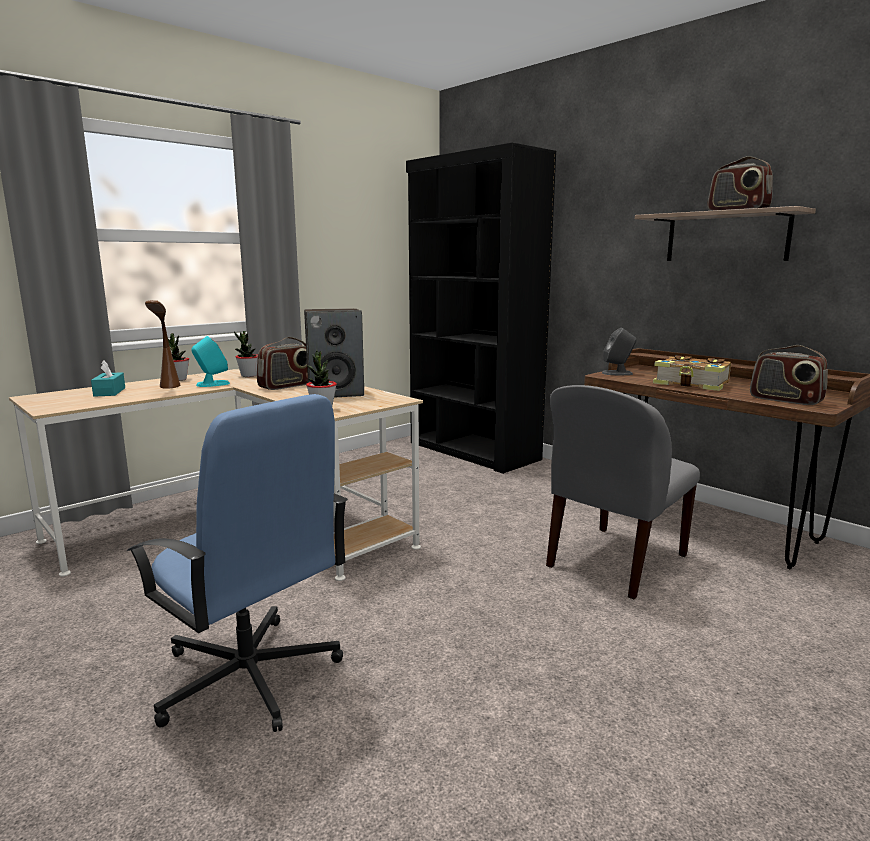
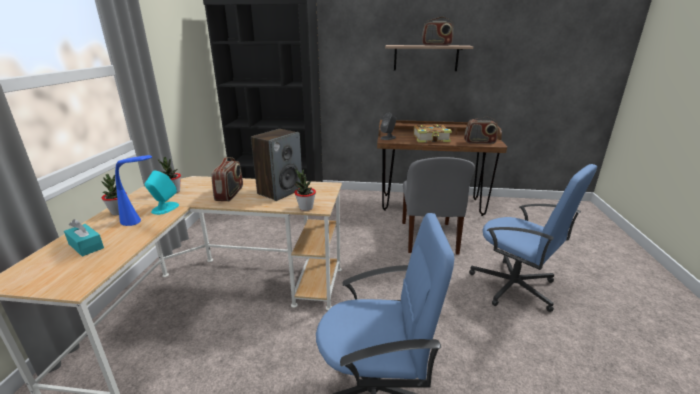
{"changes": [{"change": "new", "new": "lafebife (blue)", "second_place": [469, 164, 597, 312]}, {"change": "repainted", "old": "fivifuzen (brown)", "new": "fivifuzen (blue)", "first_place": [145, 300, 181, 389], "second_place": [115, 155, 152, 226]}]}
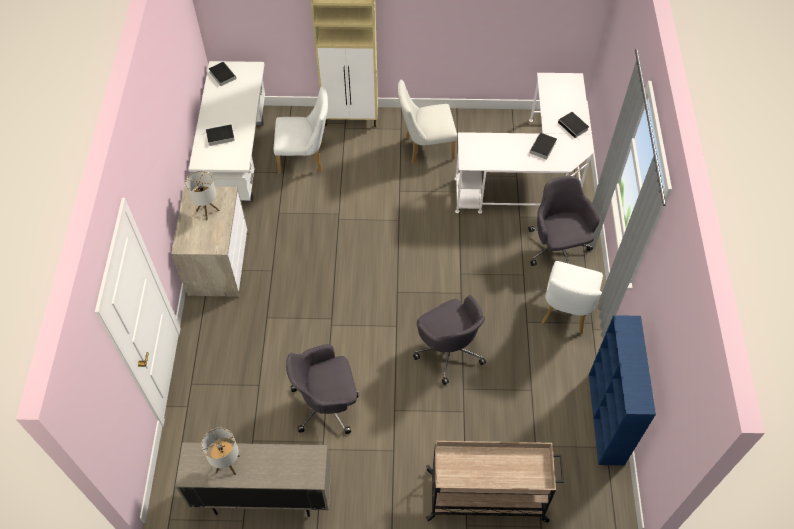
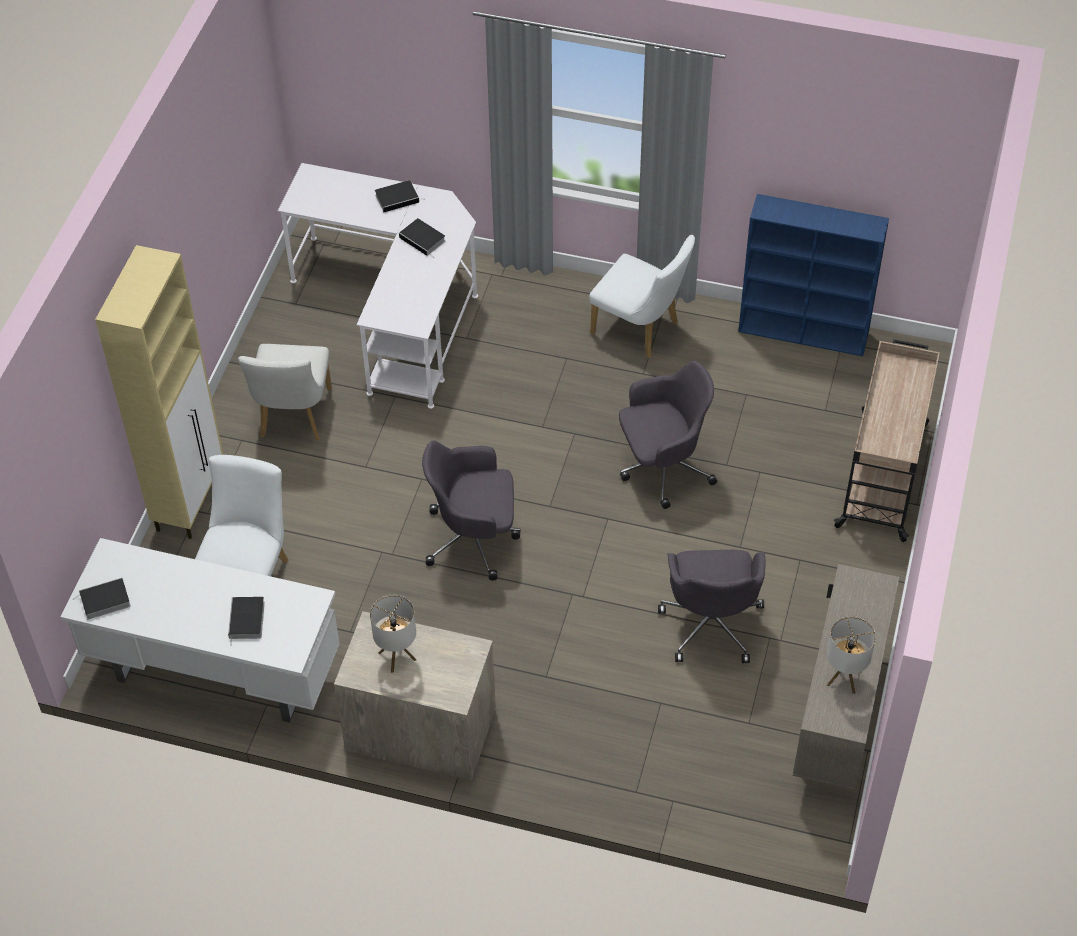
{"changes": [{"change": "shifted", "old": "lafebife (grey)", "first_place": [528, 176, 600, 266], "second_place": [422, 440, 521, 581]}]}
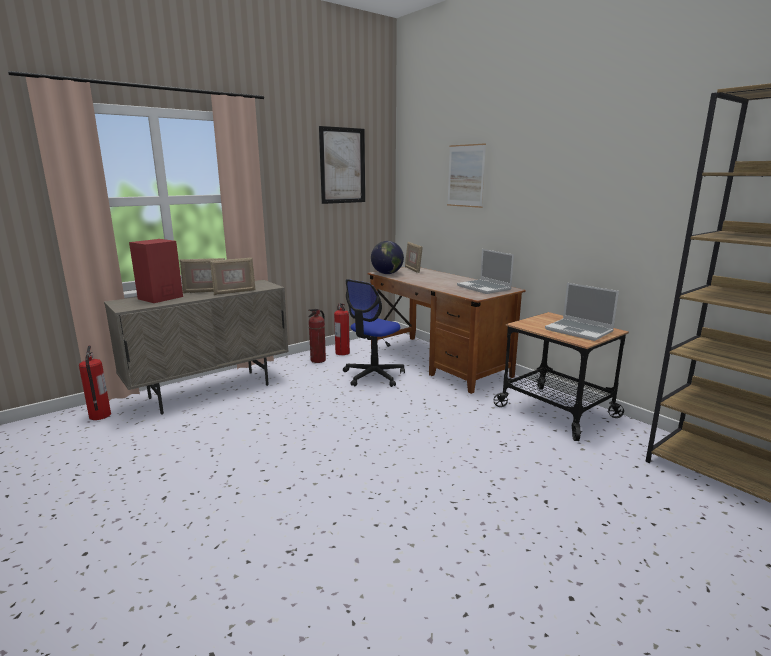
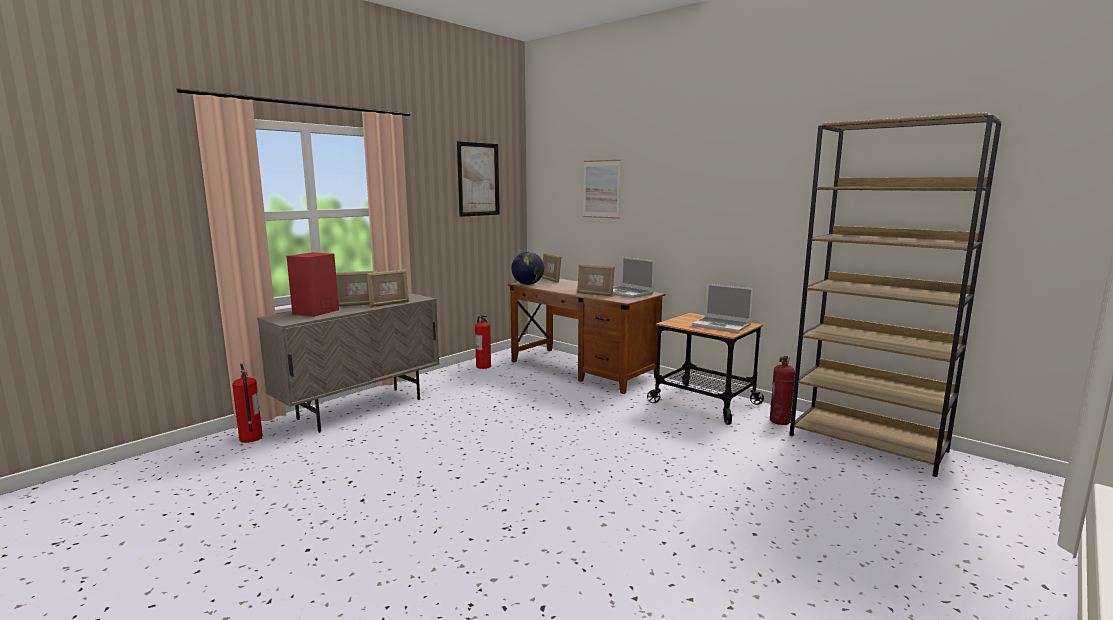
{"changes": [{"change": "gone", "old": "lafebife", "first_place": [343, 279, 405, 387]}, {"change": "new", "new": "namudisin", "second_place": [577, 264, 615, 296]}, {"change": "shifted", "old": "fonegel", "first_place": [308, 309, 326, 363], "second_place": [770, 356, 795, 425]}]}
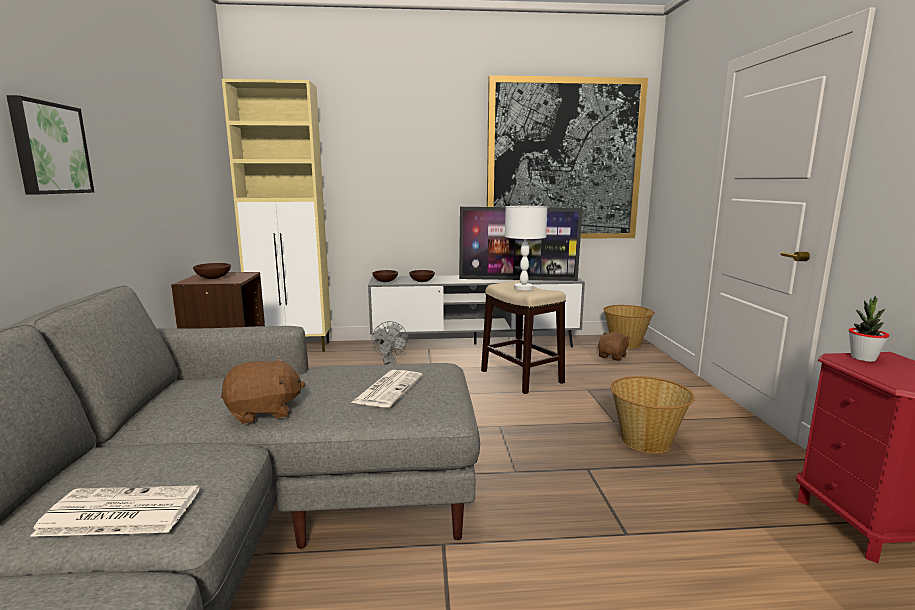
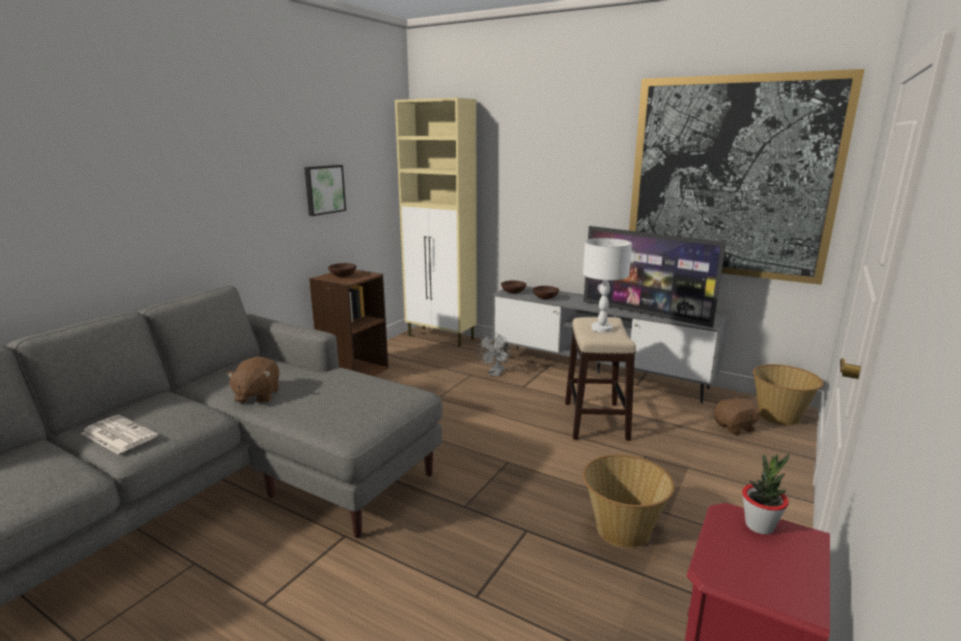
{"changes": [{"change": "gone", "old": "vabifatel", "first_place": [351, 370, 423, 407]}, {"change": "shifted", "old": "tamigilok", "first_place": [6, 95, 94, 195], "second_place": [304, 165, 346, 216]}, {"change": "rotated", "old": "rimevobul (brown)", "first_place": [221, 358, 305, 424], "second_place": [226, 357, 279, 403], "degrees": 75}]}
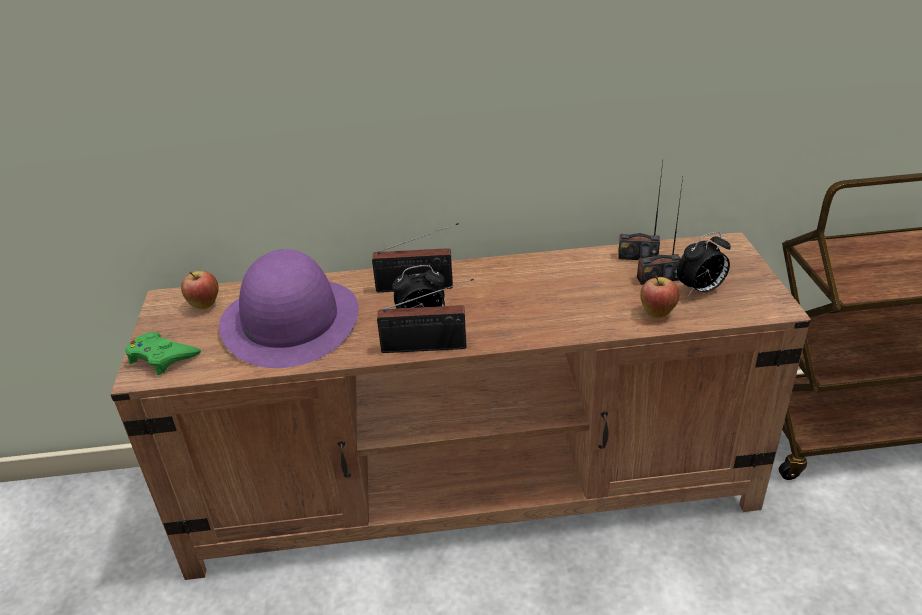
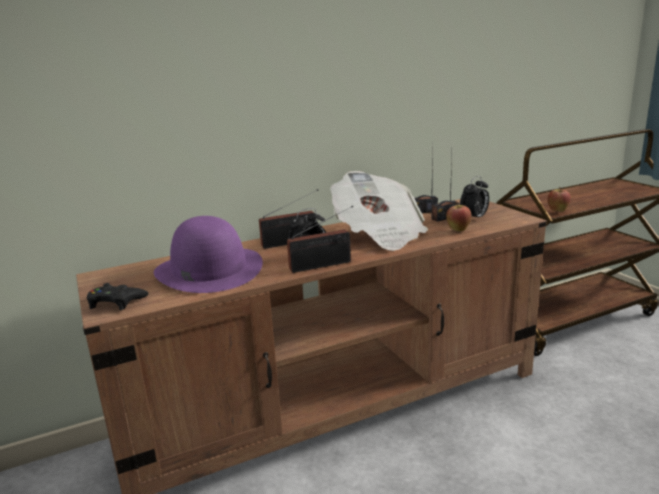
{"changes": [{"change": "new", "new": "vabifatel", "second_place": [330, 171, 428, 251]}, {"change": "shifted", "old": "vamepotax", "first_place": [181, 271, 218, 309], "second_place": [547, 187, 571, 212]}, {"change": "repainted", "old": "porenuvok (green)", "new": "porenuvok (black)", "first_place": [125, 332, 201, 375], "second_place": [87, 283, 149, 310]}]}
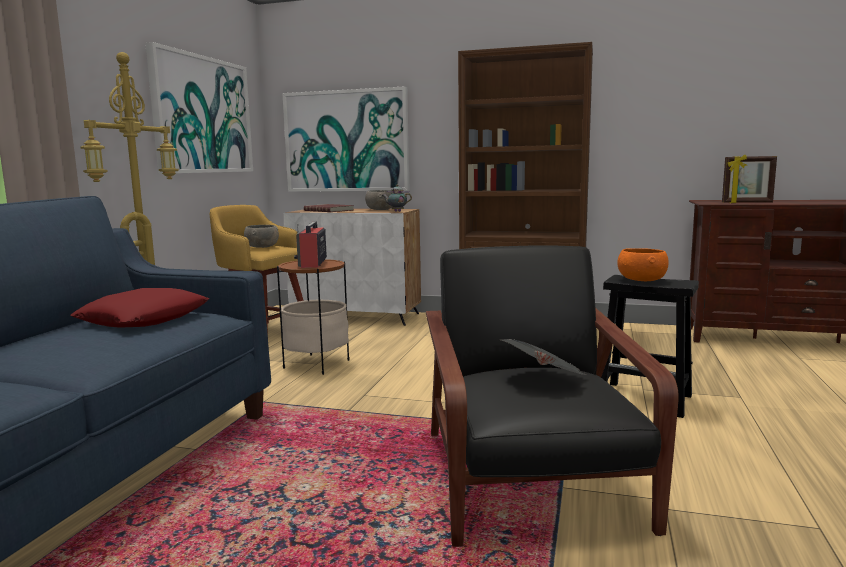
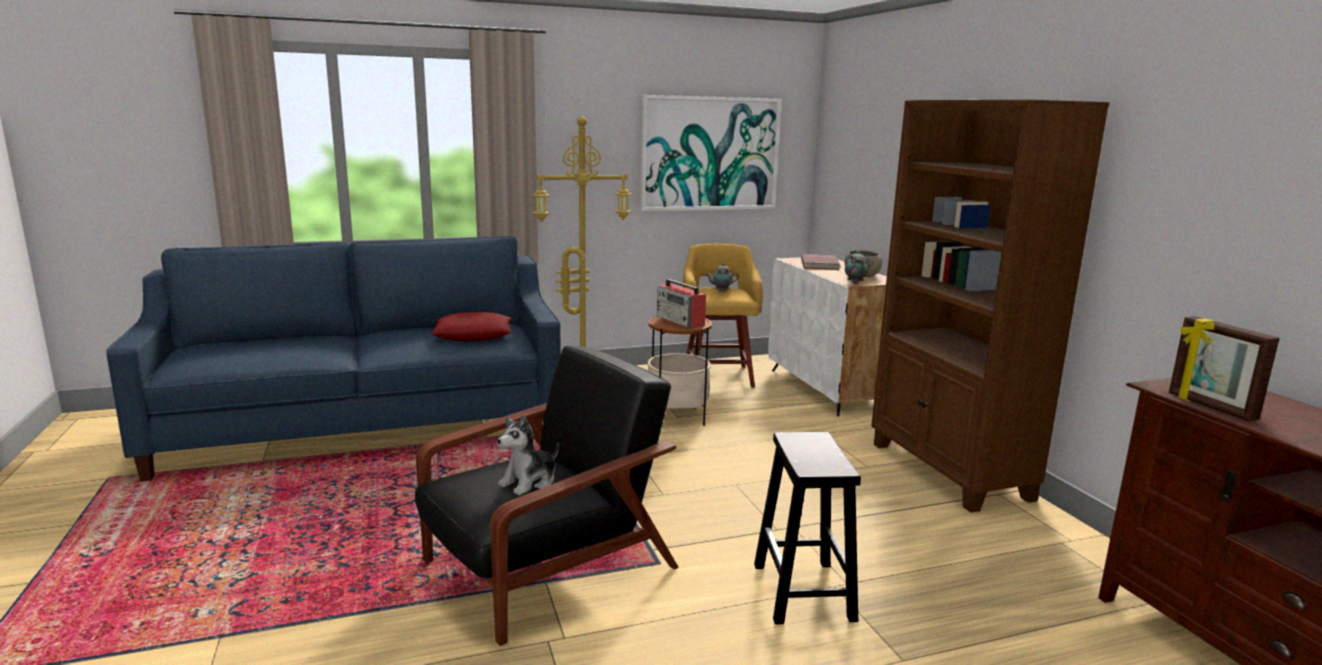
{"changes": [{"change": "gone", "old": "tamigilok", "first_place": [282, 86, 410, 192]}, {"change": "gone", "old": "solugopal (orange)", "first_place": [617, 248, 669, 281]}, {"change": "swapped", "old": "solugopal (grey)", "new": "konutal", "first_place": [244, 225, 279, 248], "second_place": [705, 263, 739, 292]}, {"change": "swapped", "old": "vabifatel", "new": "rimevobul", "first_place": [501, 339, 589, 375], "second_place": [497, 415, 559, 496]}, {"change": "rotated", "old": "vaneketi", "first_place": [294, 221, 327, 268], "second_place": [657, 279, 706, 329], "degrees": -90}]}
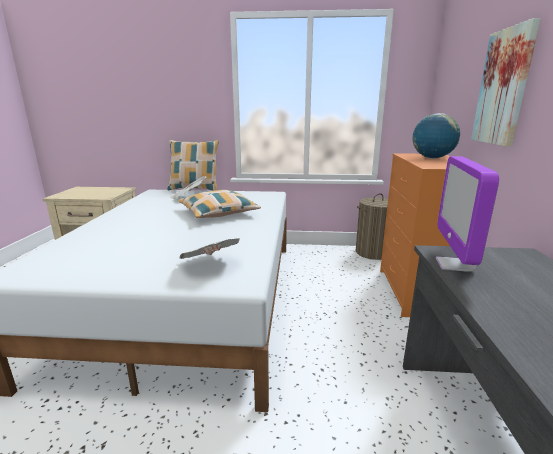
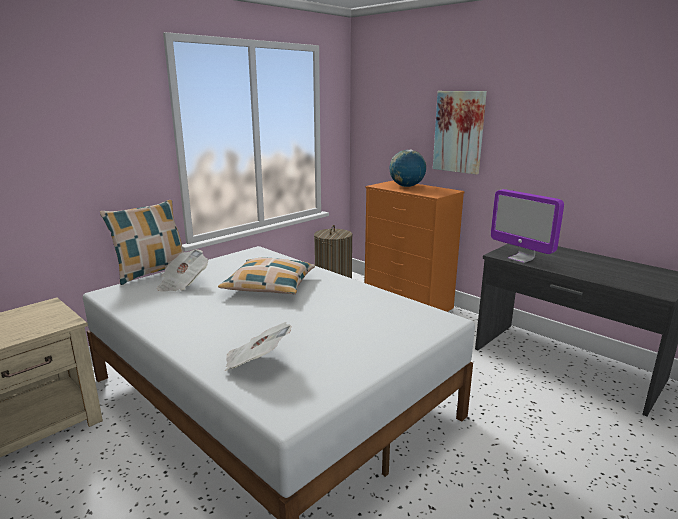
{"changes": [{"change": "shifted", "old": "vabifatel", "first_place": [179, 239, 240, 259], "second_place": [225, 322, 292, 371]}]}
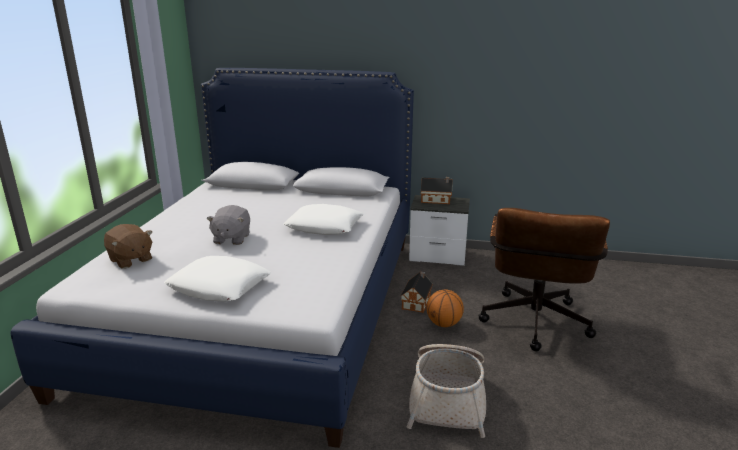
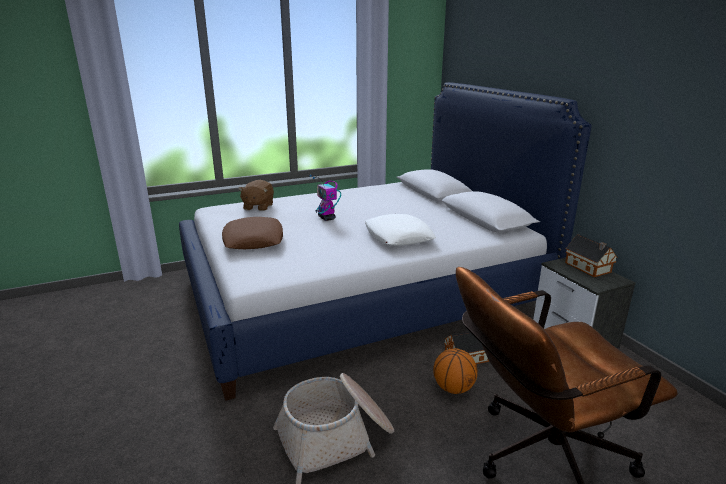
{"changes": [{"change": "swapped", "old": "rimevobul (grey)", "new": "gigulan", "first_place": [206, 205, 250, 245], "second_place": [309, 175, 341, 221]}, {"change": "repainted", "old": "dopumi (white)", "new": "dopumi (brown)", "first_place": [164, 256, 271, 301], "second_place": [222, 217, 283, 249]}]}
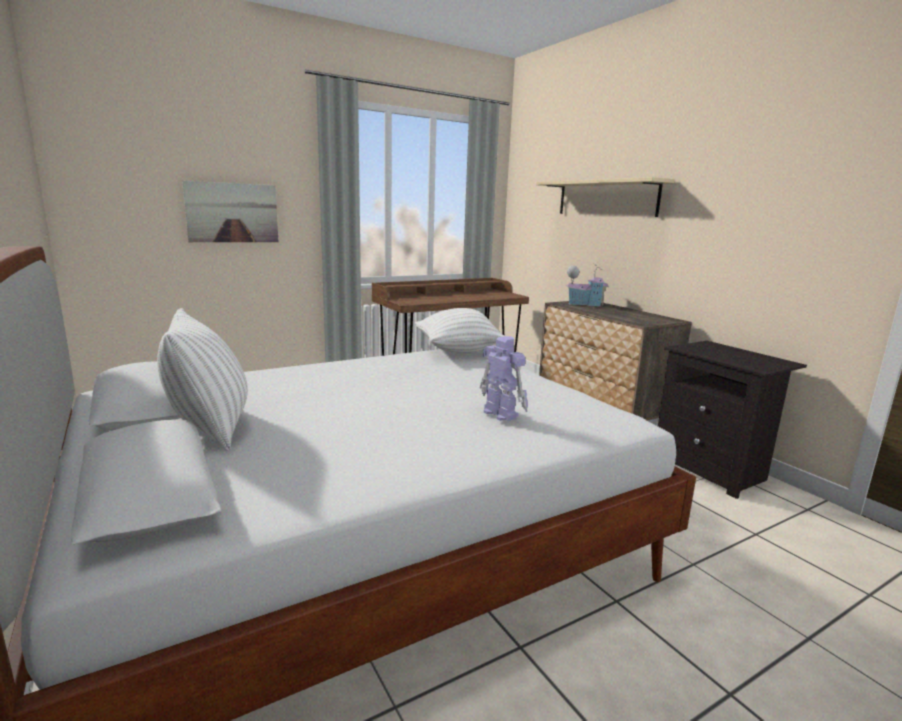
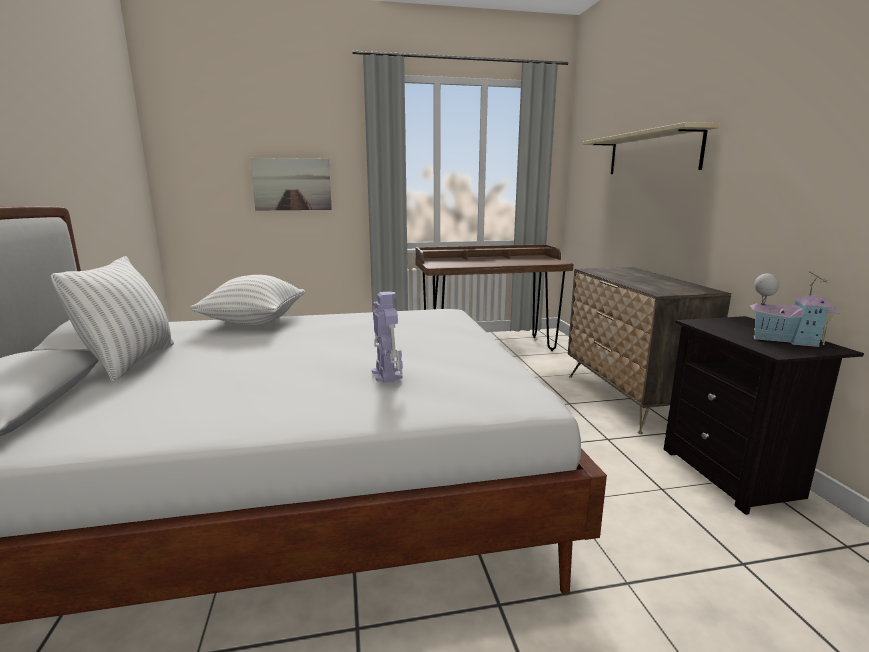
{"changes": [{"change": "shifted", "old": "dopumi (white)", "first_place": [415, 308, 504, 354], "second_place": [190, 275, 305, 325]}, {"change": "shifted", "old": "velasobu", "first_place": [566, 264, 609, 306], "second_place": [750, 271, 840, 347]}]}
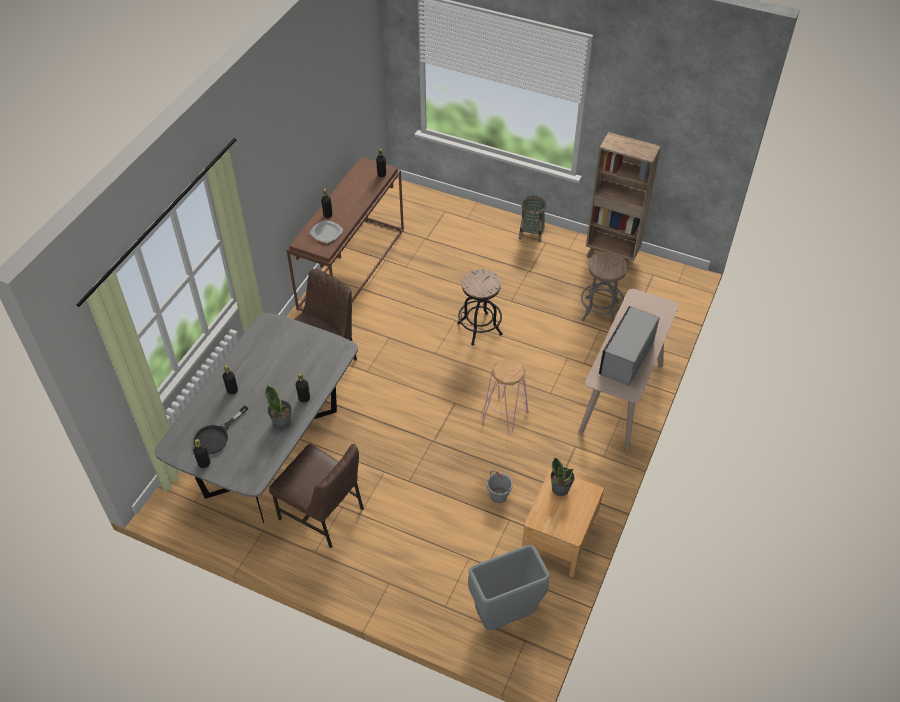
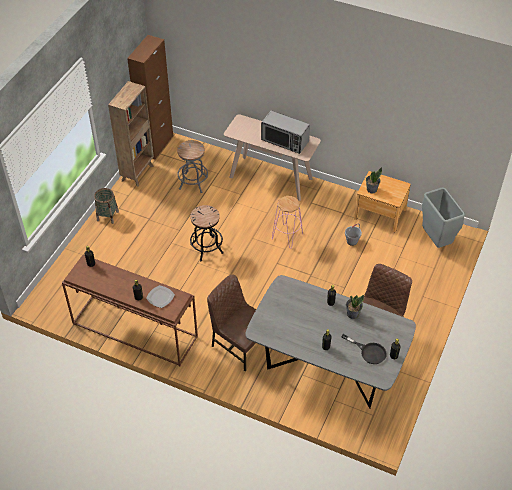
{"changes": [{"change": "new", "new": "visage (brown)", "second_place": [127, 35, 173, 160]}]}
